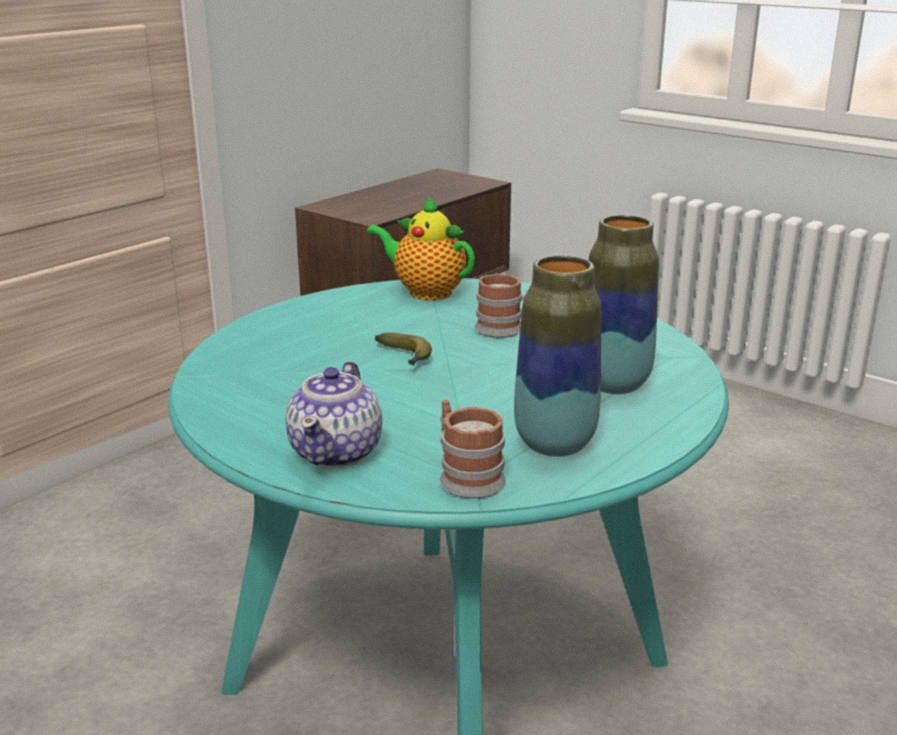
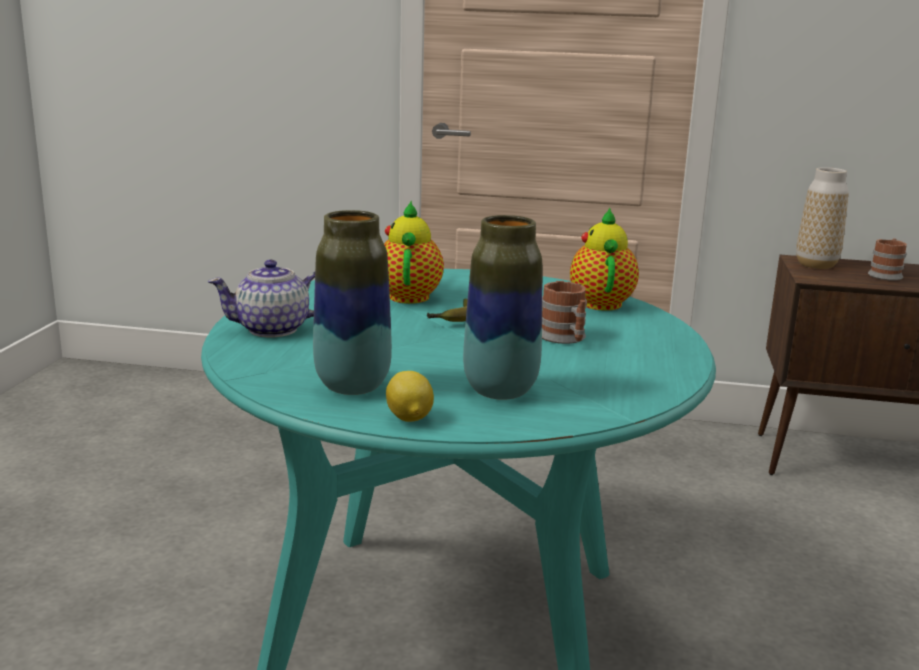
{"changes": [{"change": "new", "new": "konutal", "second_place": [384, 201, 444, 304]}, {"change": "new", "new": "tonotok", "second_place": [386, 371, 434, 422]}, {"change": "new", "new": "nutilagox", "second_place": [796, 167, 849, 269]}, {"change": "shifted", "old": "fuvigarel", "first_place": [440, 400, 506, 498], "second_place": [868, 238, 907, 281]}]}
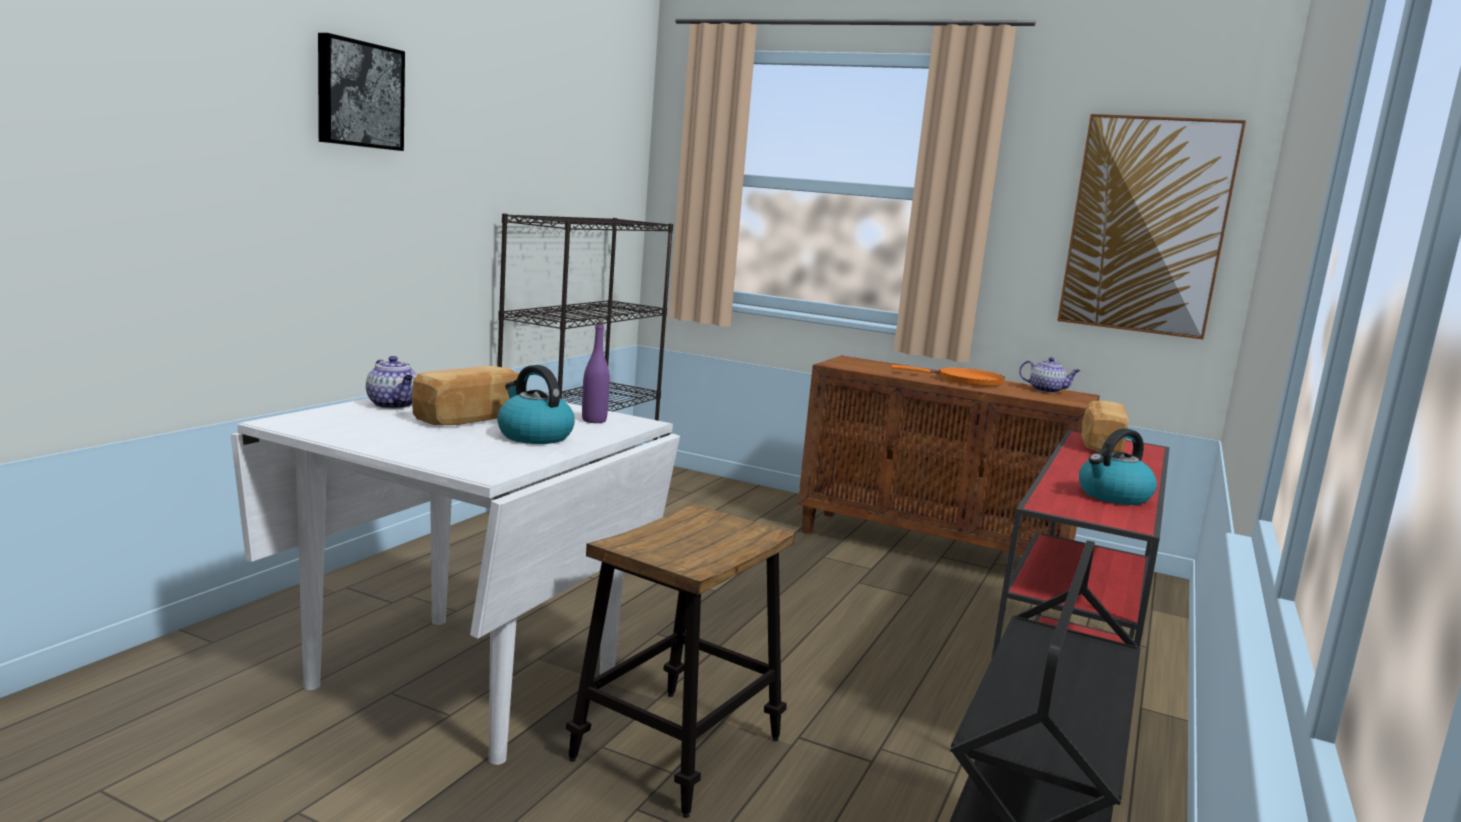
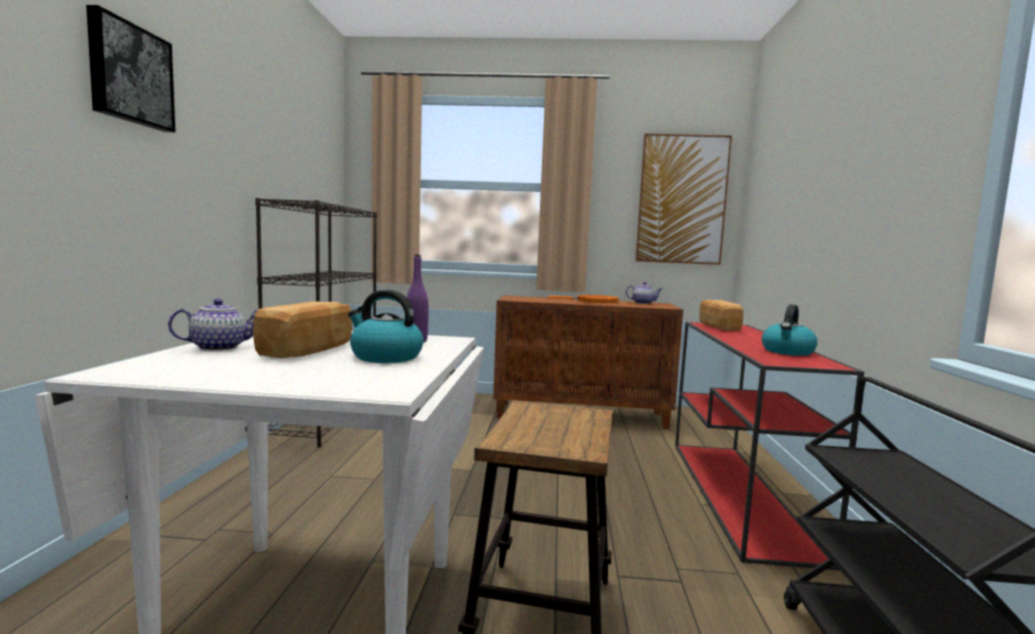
{"changes": [{"change": "rotated", "old": "konutal", "first_place": [366, 356, 417, 409], "second_place": [168, 299, 258, 351], "degrees": -60}]}
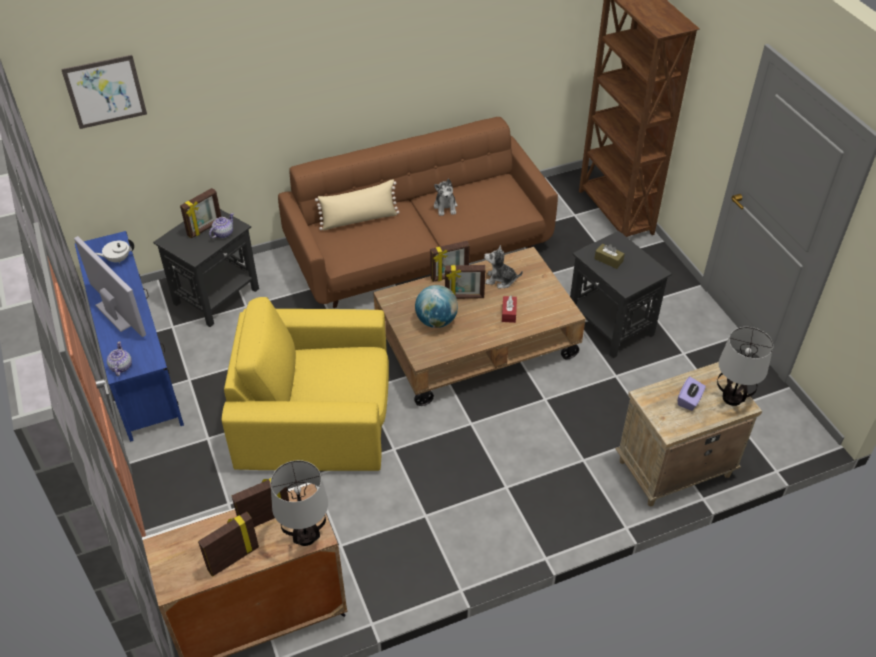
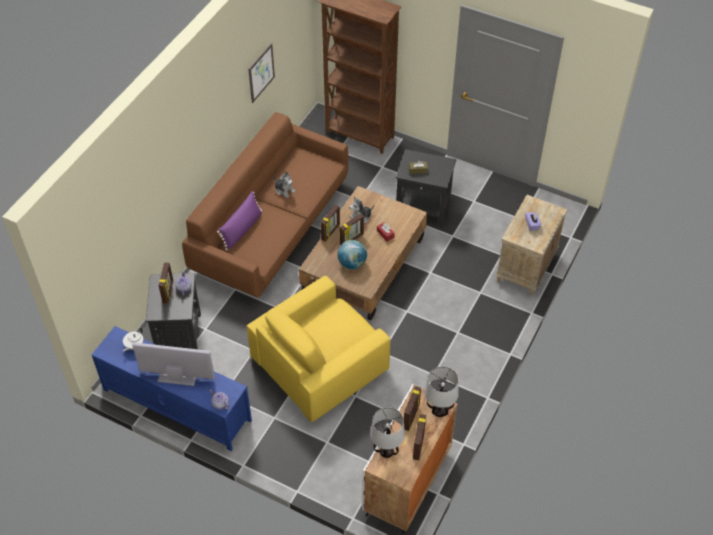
{"changes": [{"change": "shifted", "old": "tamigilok", "first_place": [61, 55, 147, 129], "second_place": [248, 43, 275, 103]}, {"change": "shifted", "old": "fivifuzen", "first_place": [717, 327, 773, 406], "second_place": [370, 407, 405, 458]}, {"change": "repainted", "old": "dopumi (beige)", "new": "dopumi (purple)", "first_place": [315, 179, 399, 231], "second_place": [217, 191, 262, 251]}]}
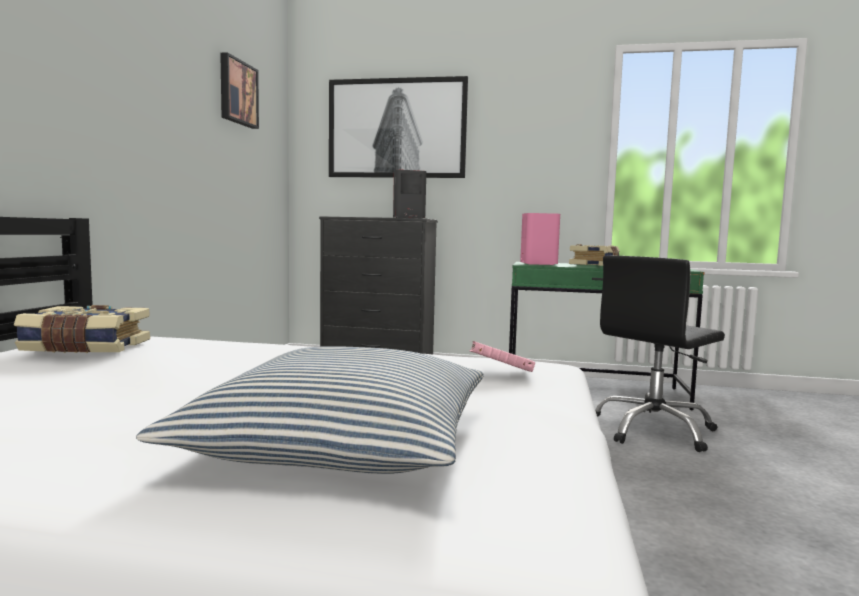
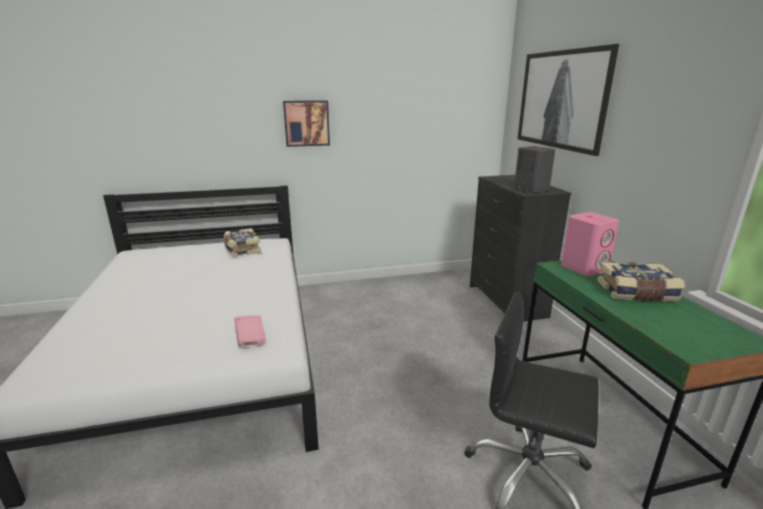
{"changes": [{"change": "gone", "old": "dopumi", "first_place": [136, 346, 483, 474]}, {"change": "shifted", "old": "tamigilok", "first_place": [220, 52, 259, 129], "second_place": [283, 100, 330, 147]}]}
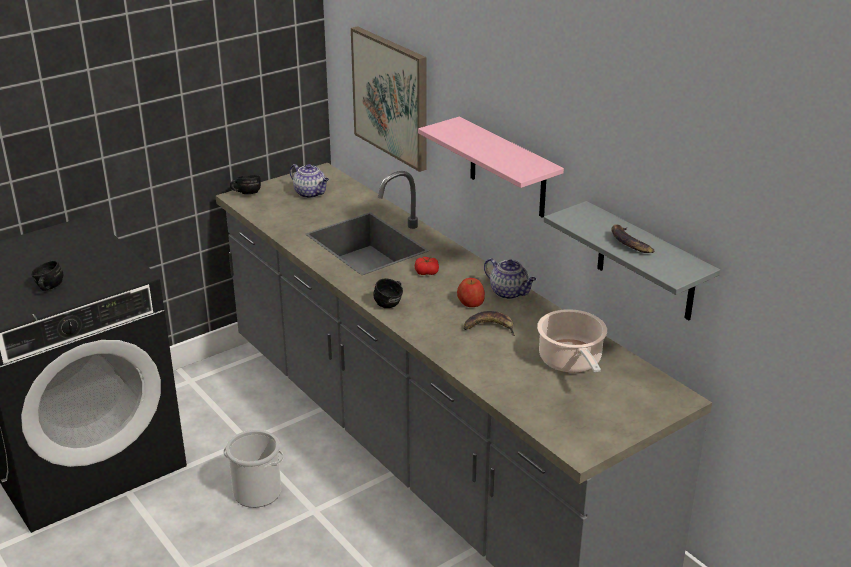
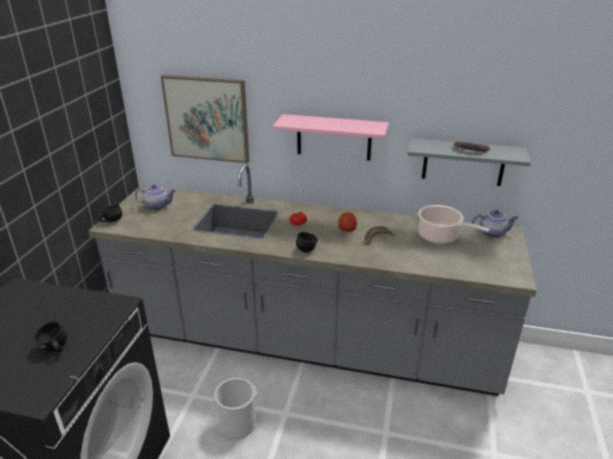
{"changes": [{"change": "shifted", "old": "konutal", "first_place": [484, 258, 536, 299], "second_place": [472, 210, 519, 238]}]}
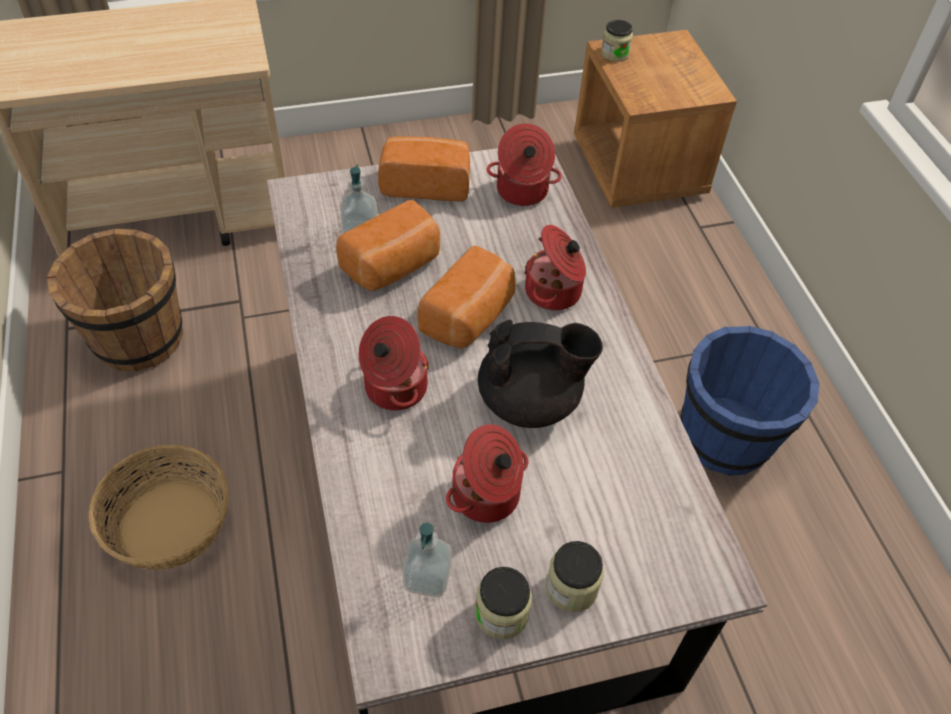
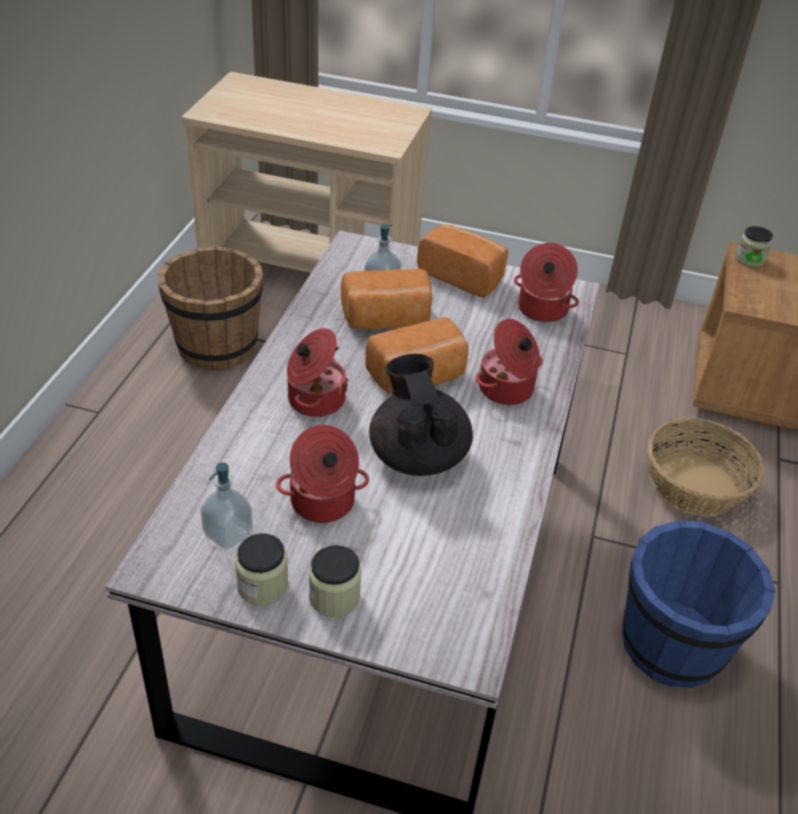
{"changes": [{"change": "shifted", "old": "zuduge", "first_place": [89, 445, 229, 570], "second_place": [648, 418, 764, 516]}, {"change": "rotated", "old": "konutal (black)", "first_place": [478, 320, 603, 428], "second_place": [369, 354, 473, 476], "degrees": -135}]}
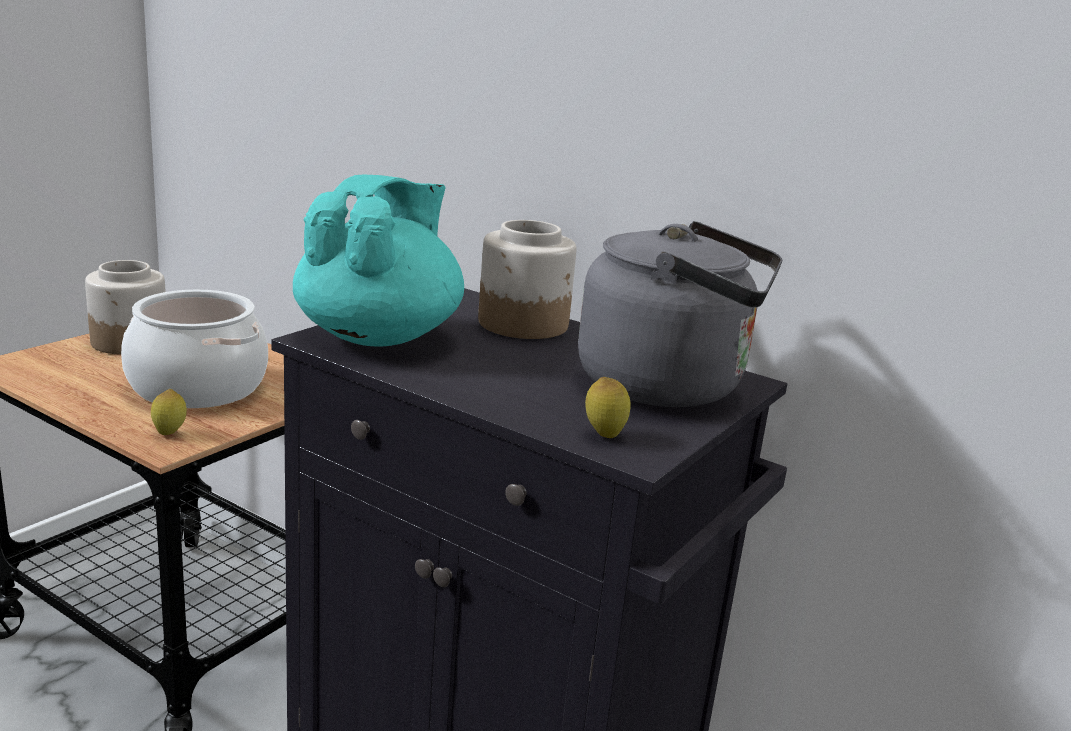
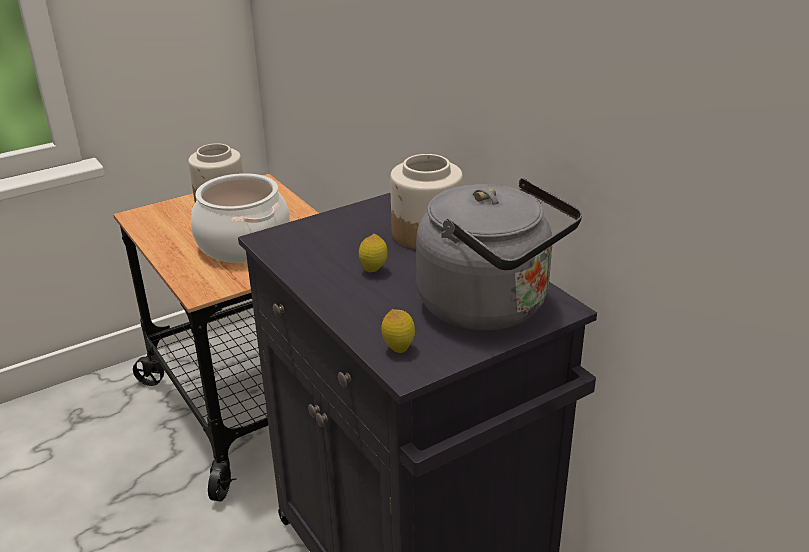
{"changes": [{"change": "gone", "old": "konutal (turquoise)", "first_place": [293, 175, 464, 346]}, {"change": "shifted", "old": "tonotok", "first_place": [151, 389, 187, 435], "second_place": [359, 234, 387, 272]}]}
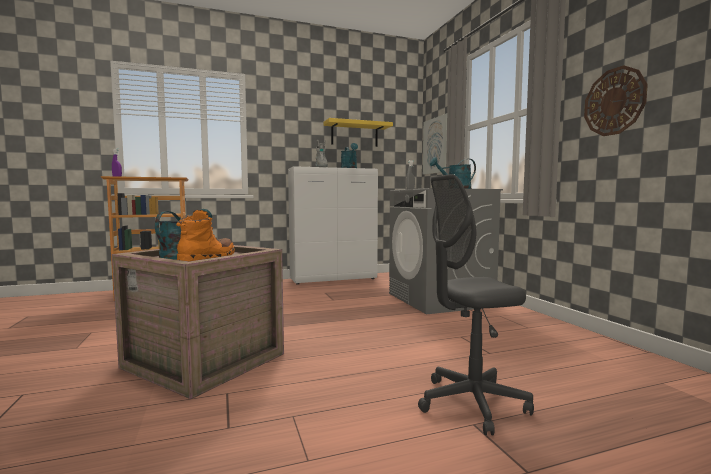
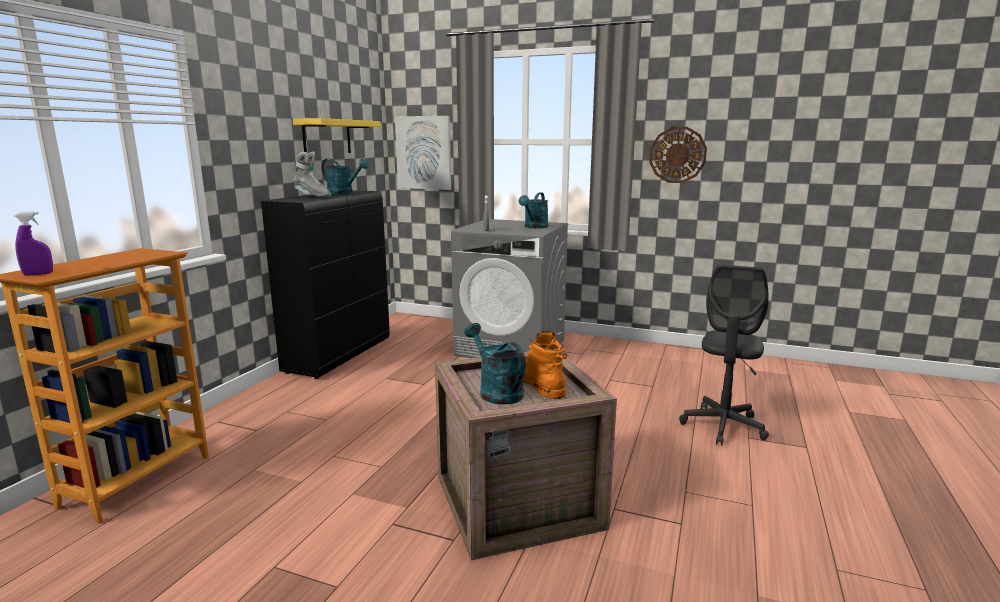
{"changes": [{"change": "repainted", "old": "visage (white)", "new": "visage (black)", "first_place": [288, 166, 378, 285], "second_place": [261, 190, 390, 379]}]}
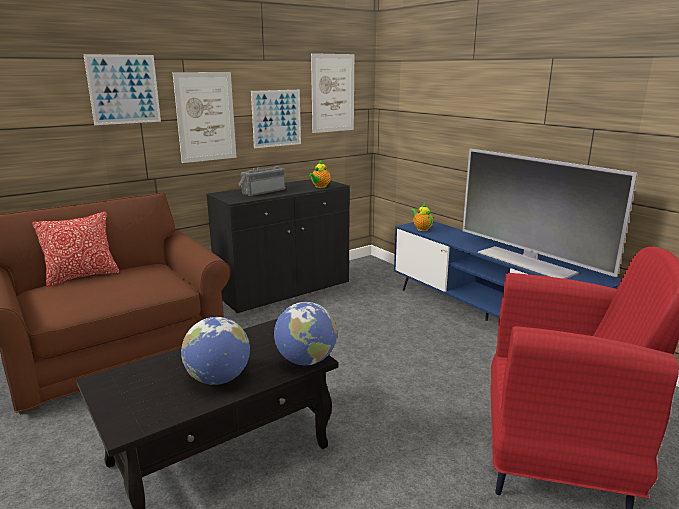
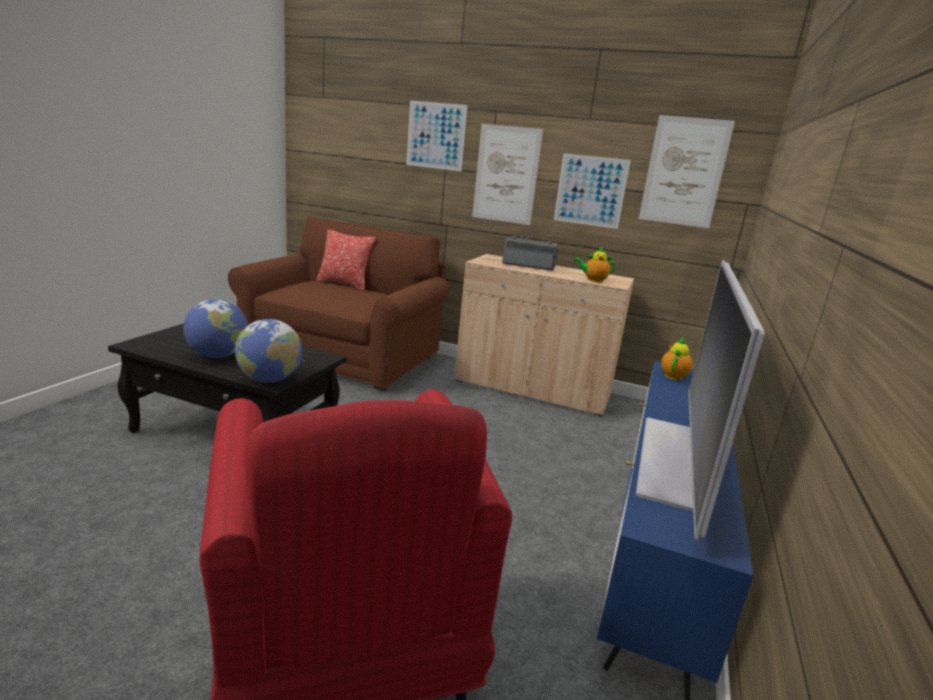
{"changes": [{"change": "repainted", "old": "visage (black)", "new": "visage (beige)", "first_place": [206, 179, 350, 315], "second_place": [454, 254, 634, 417]}]}
